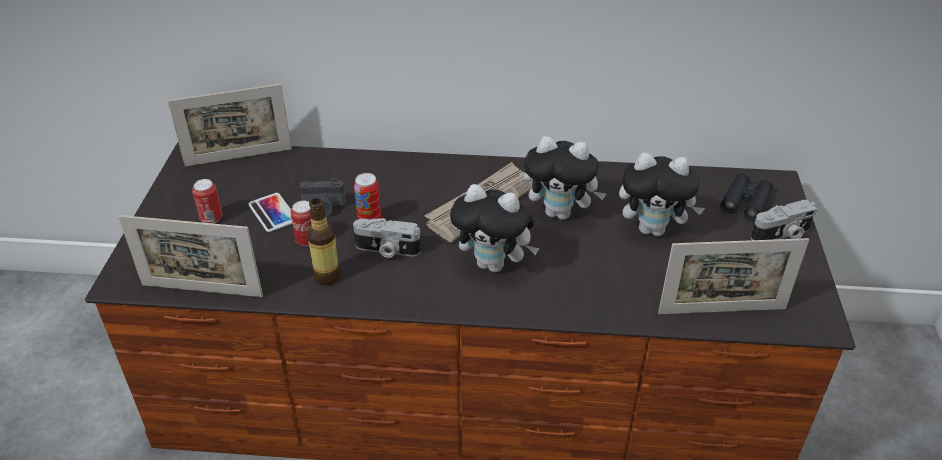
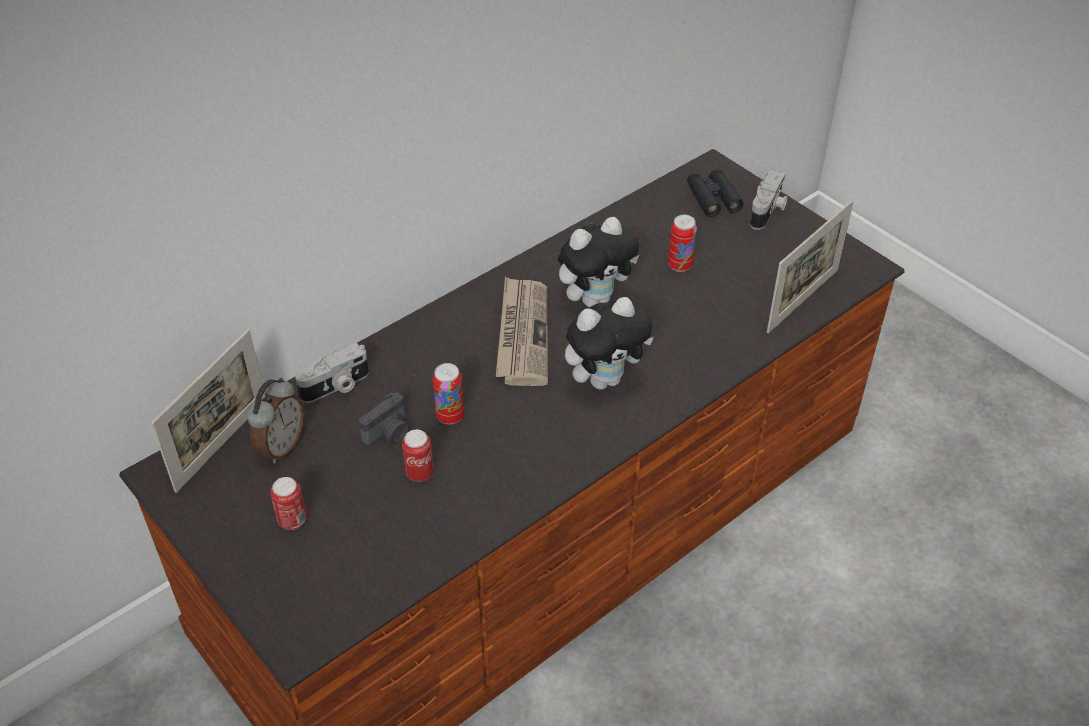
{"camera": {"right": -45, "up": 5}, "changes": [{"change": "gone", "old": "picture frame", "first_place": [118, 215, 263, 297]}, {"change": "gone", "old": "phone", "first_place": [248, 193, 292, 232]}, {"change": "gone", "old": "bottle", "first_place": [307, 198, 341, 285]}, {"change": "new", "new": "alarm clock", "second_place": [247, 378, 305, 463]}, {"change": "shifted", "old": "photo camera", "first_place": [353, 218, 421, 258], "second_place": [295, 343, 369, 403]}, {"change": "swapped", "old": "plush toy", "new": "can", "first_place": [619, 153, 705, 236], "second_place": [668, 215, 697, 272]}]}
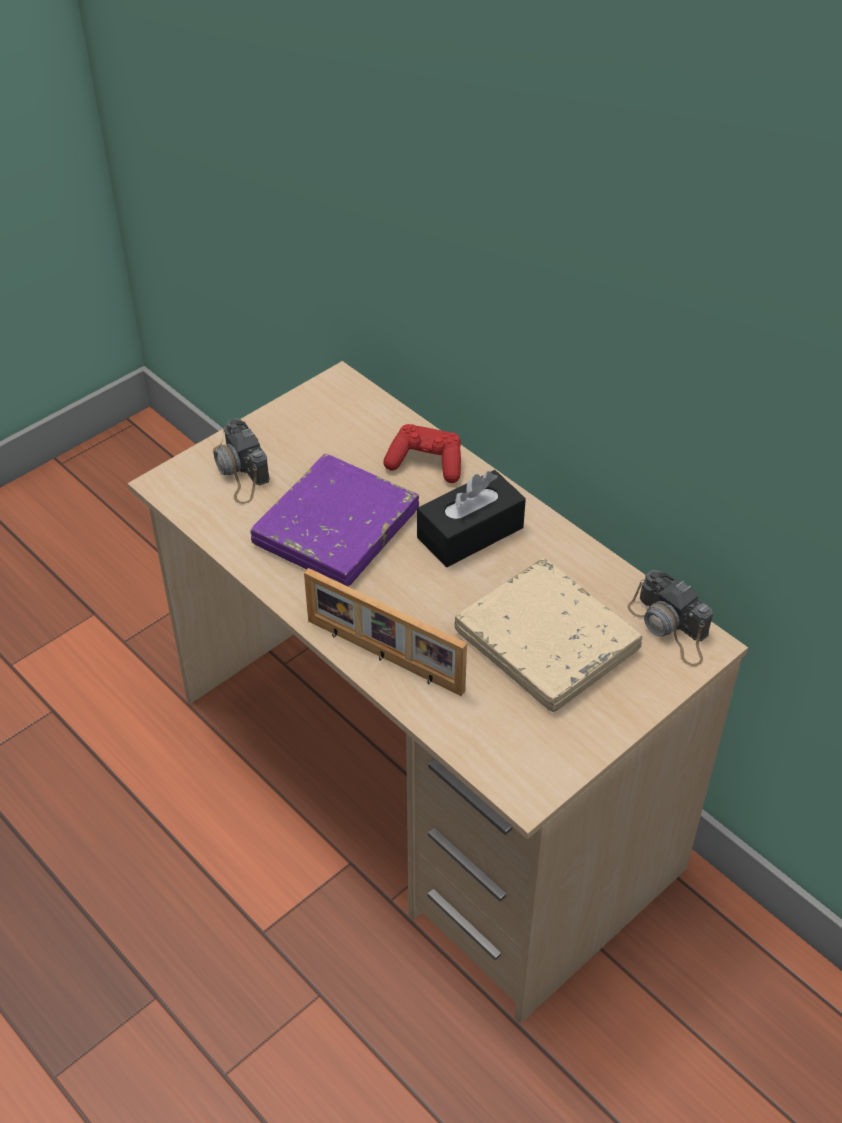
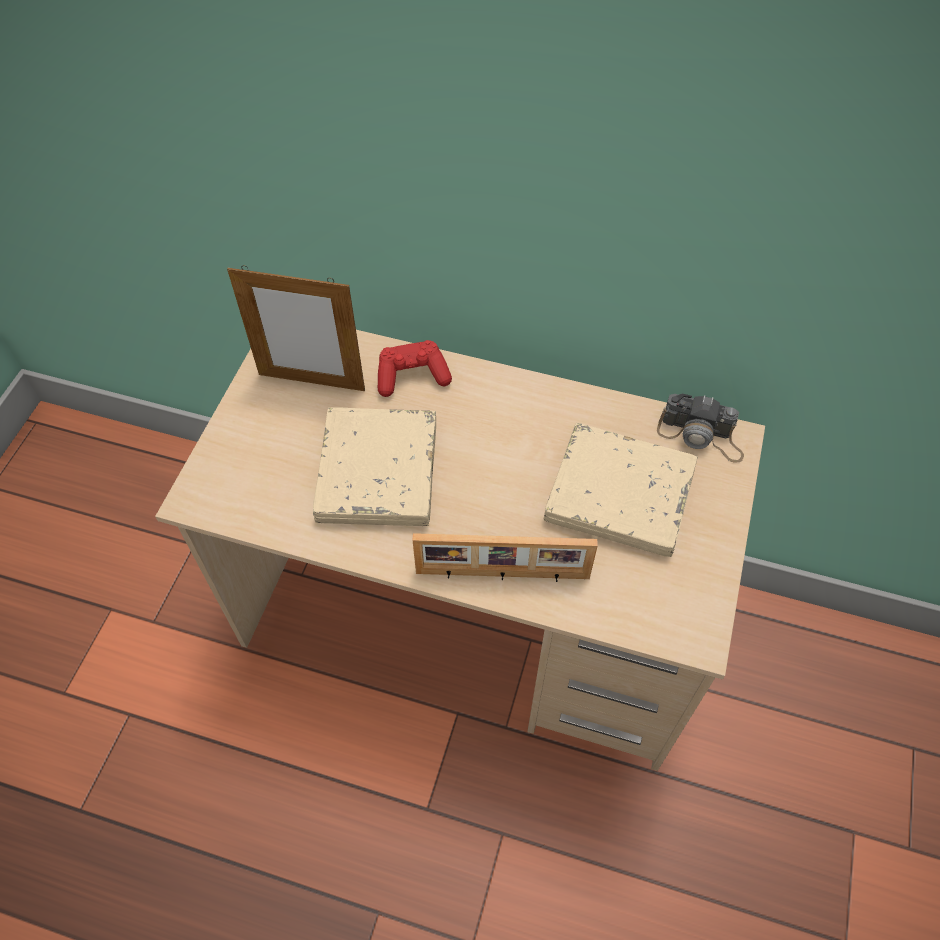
{"camera": {"right": -30, "up": 10}, "changes": [{"change": "gone", "old": "photo camera", "first_place": [213, 418, 270, 504]}, {"change": "gone", "old": "black tissue box", "first_place": [417, 470, 526, 567]}, {"change": "new", "new": "picture frame", "second_place": [227, 265, 365, 391]}, {"change": "repainted", "old": "purple book", "new": "beige book", "first_place": [250, 454, 419, 586], "second_place": [313, 407, 436, 526]}]}
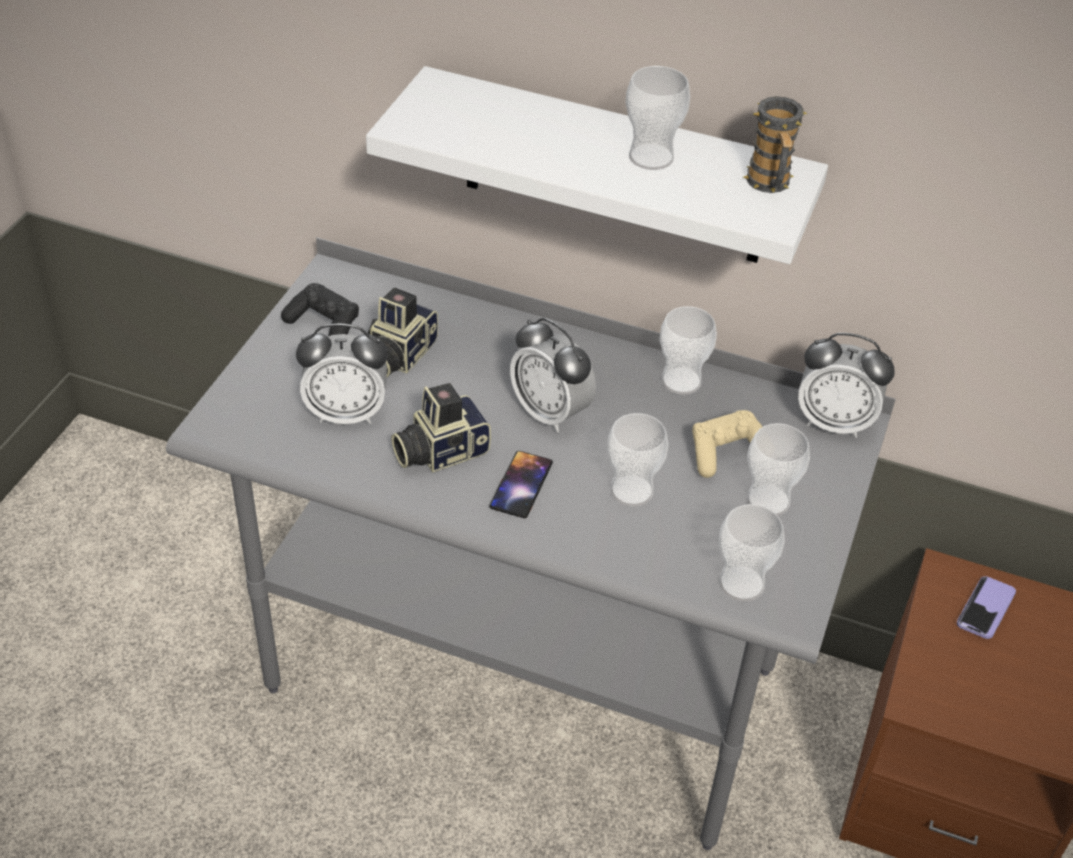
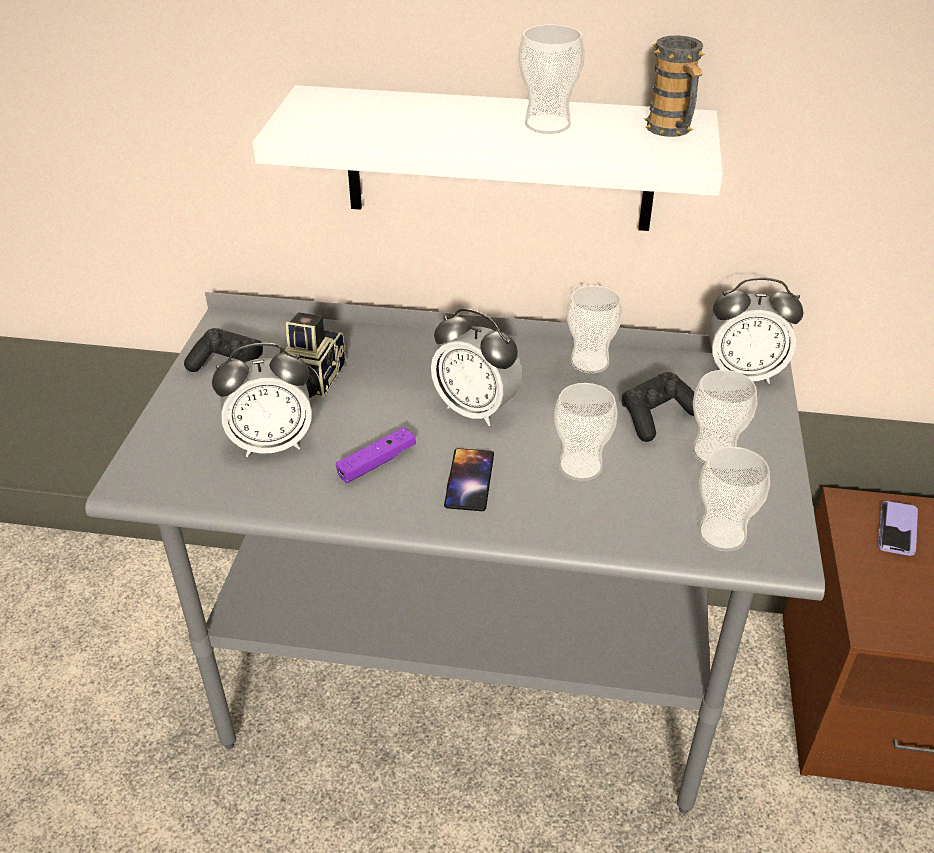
{"camera": {"right": -10, "up": -5}, "changes": [{"change": "swapped", "old": "photo camera", "new": "purple game controller", "first_place": [391, 383, 491, 472], "second_place": [336, 427, 416, 483]}, {"change": "repainted", "old": "beige game controller", "new": "black game controller", "first_place": [692, 410, 763, 478], "second_place": [622, 372, 694, 442]}]}
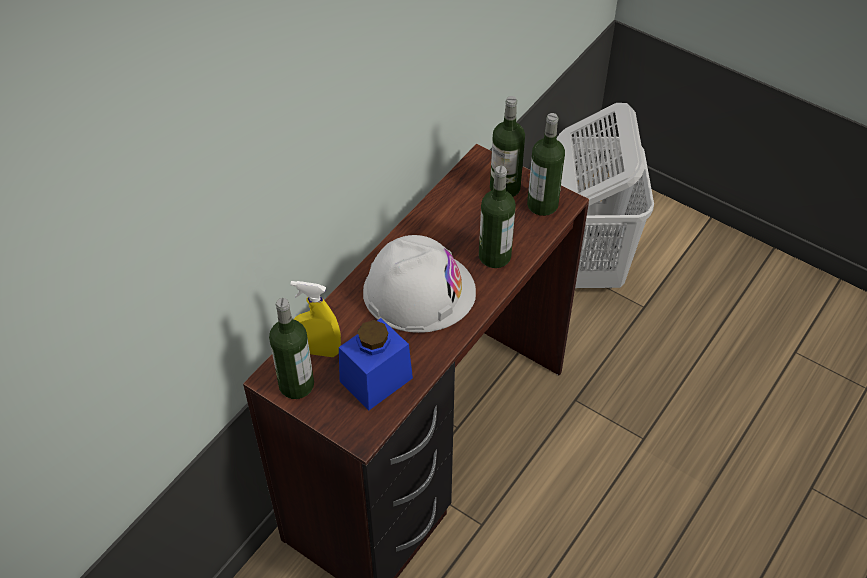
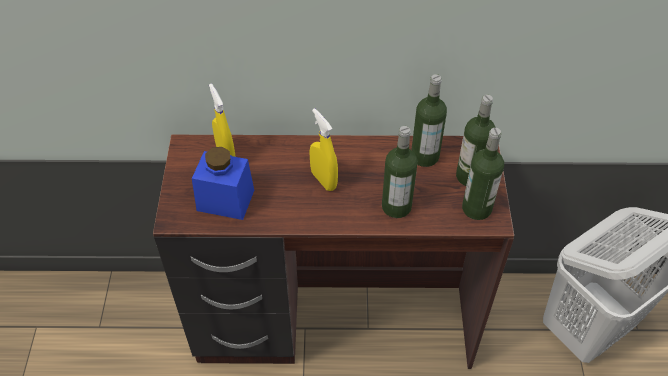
{"camera": {"right": 55, "up": 0}, "changes": [{"change": "shifted", "old": "bottle", "first_place": [269, 298, 314, 399], "second_place": [411, 74, 447, 167]}, {"change": "swapped", "old": "white hard hat", "new": "yellow spray bottle", "first_place": [363, 235, 476, 333], "second_place": [309, 108, 338, 191]}]}
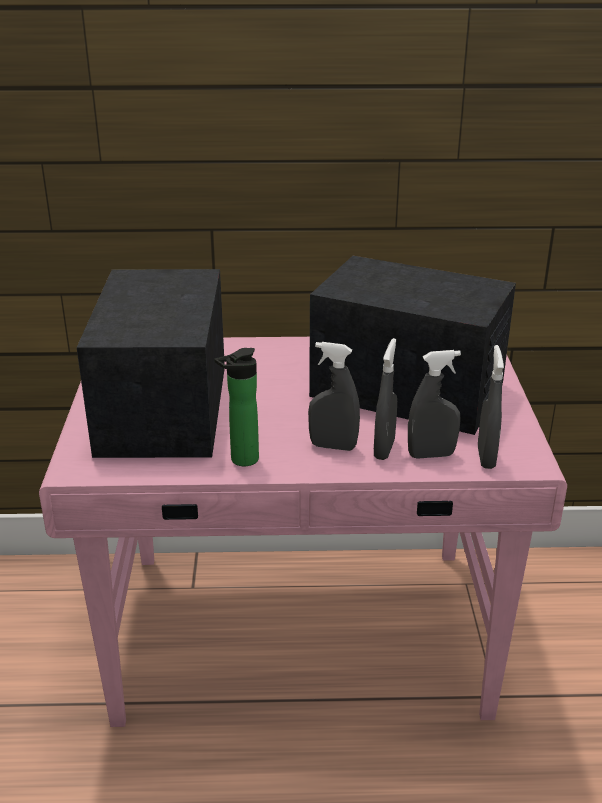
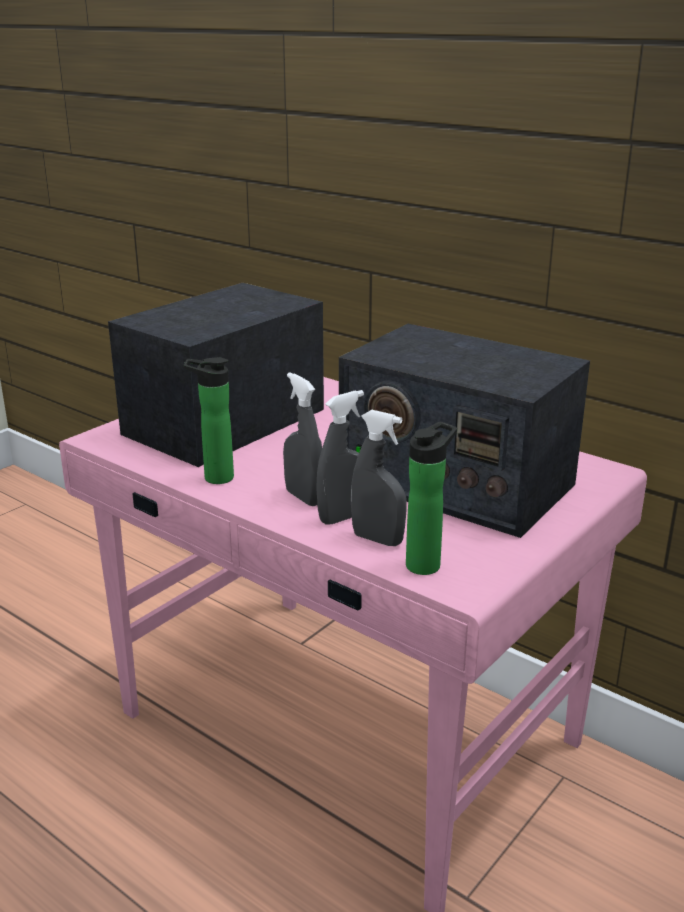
{"camera": {"right": 40, "up": -5}, "changes": [{"change": "swapped", "old": "grey spray bottle", "new": "bottle", "first_place": [478, 345, 504, 469], "second_place": [406, 422, 457, 575]}, {"change": "rotated", "old": "radio", "first_place": [309, 256, 516, 435], "second_place": [339, 324, 590, 538], "degrees": 150}]}
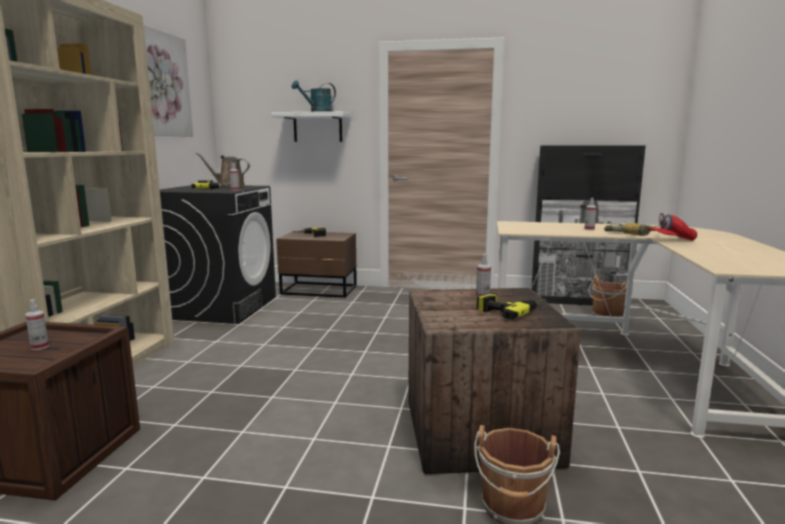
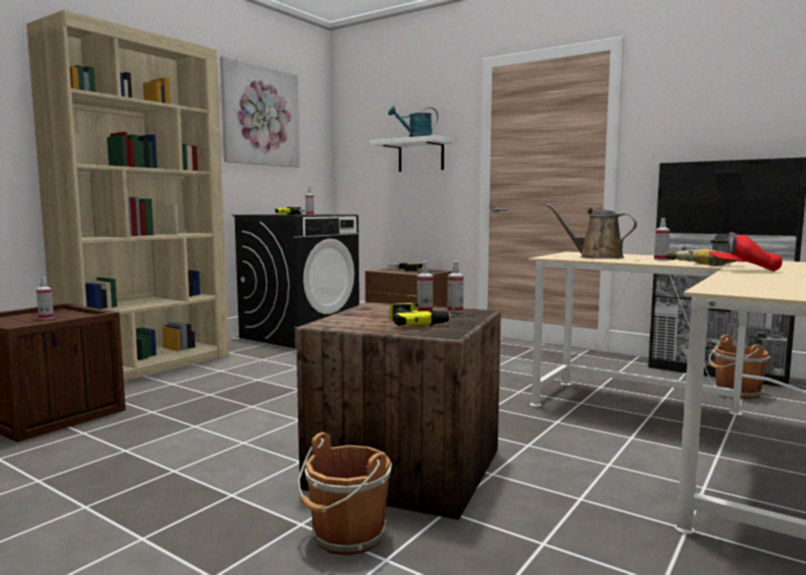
{"camera": {"right": 25, "up": -5}, "changes": [{"change": "new", "new": "spray bottle", "second_place": [447, 261, 464, 313]}, {"change": "shifted", "old": "brown watering can", "first_place": [196, 153, 250, 187], "second_place": [546, 204, 637, 259]}]}
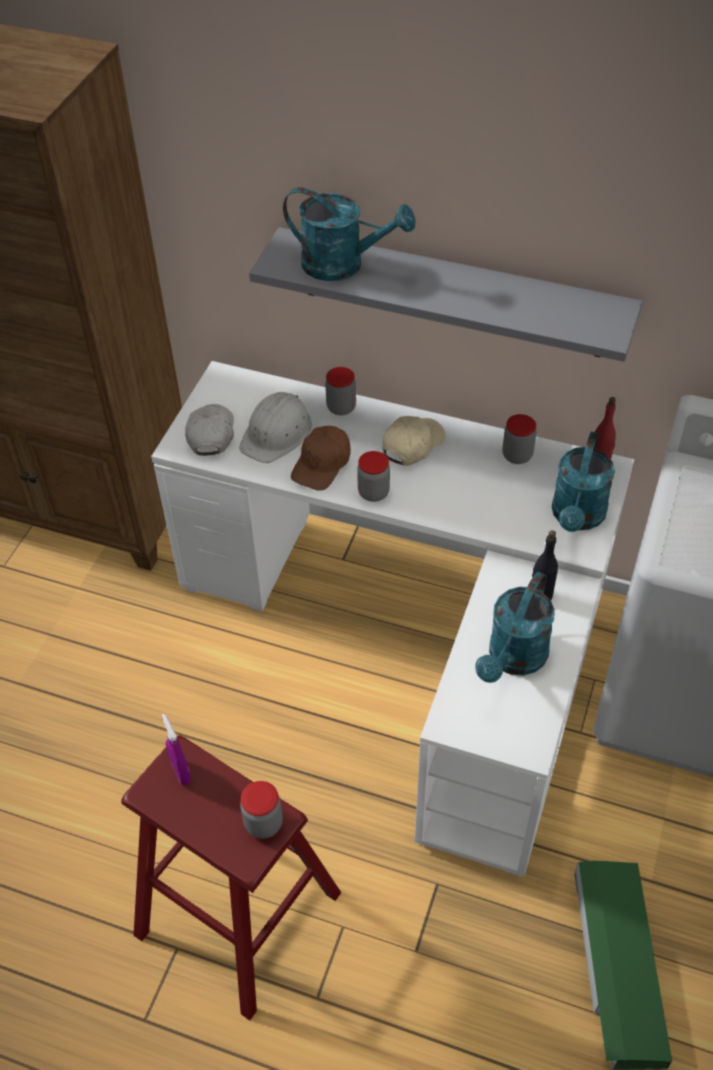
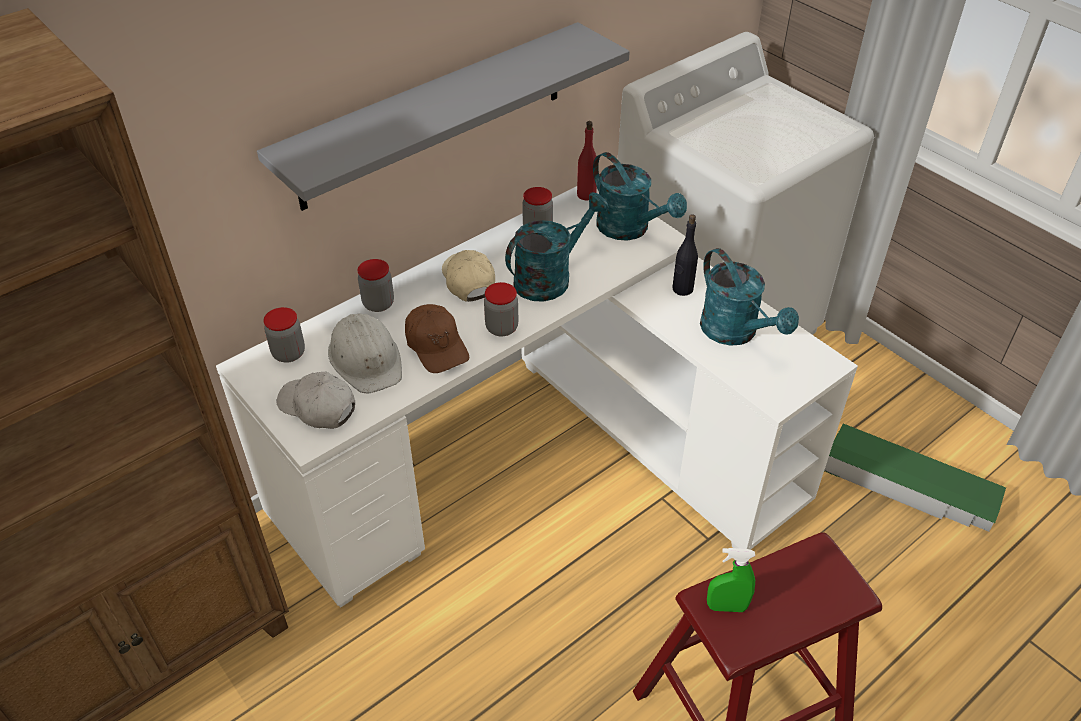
{"camera": {"right": -60, "up": -5}, "changes": [{"change": "shifted", "old": "jar", "first_place": [240, 781, 283, 839], "second_place": [263, 307, 305, 363]}, {"change": "shifted", "old": "turquoise watering can", "first_place": [283, 187, 416, 281], "second_place": [505, 192, 609, 302]}, {"change": "repainted", "old": "purple spray bottle", "new": "green spray bottle", "first_place": [162, 714, 191, 785], "second_place": [707, 548, 755, 612]}]}
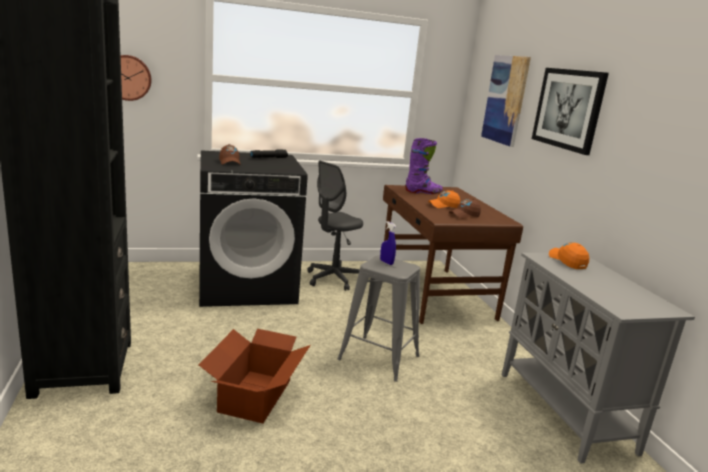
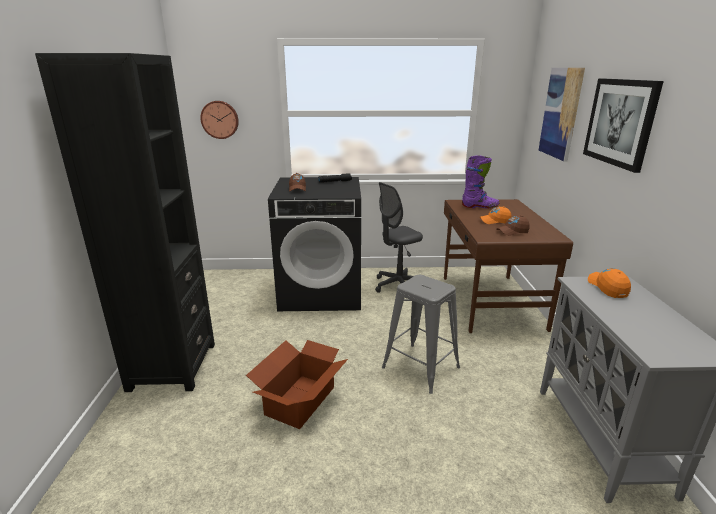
{"camera": {"right": 15, "up": 5}, "changes": [{"change": "gone", "old": "blue spray bottle", "first_place": [380, 221, 396, 265]}]}
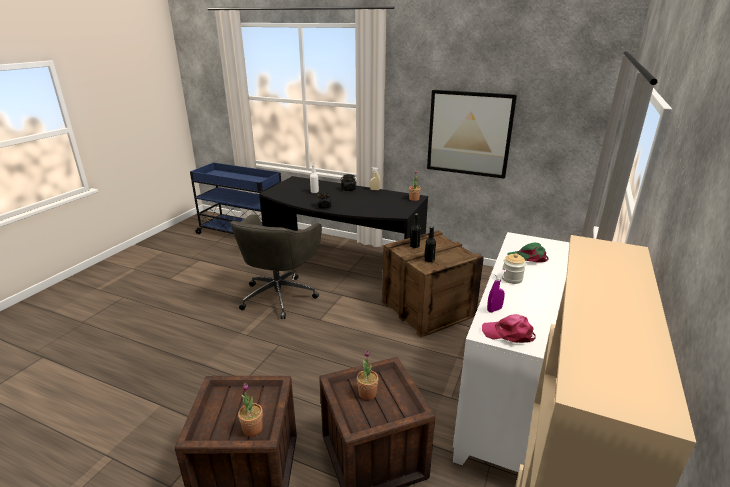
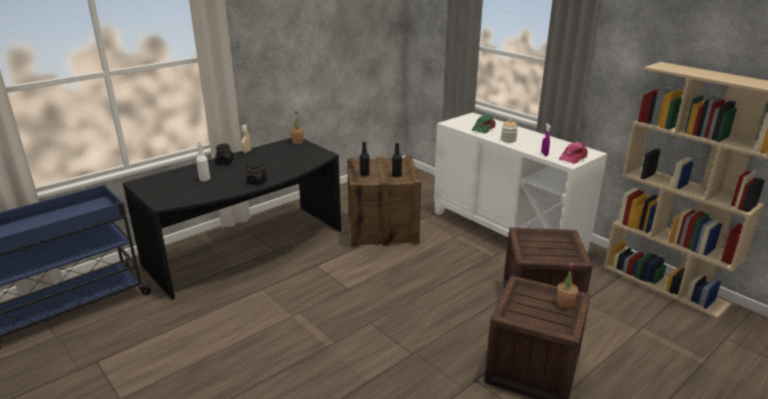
{"camera": {"right": -65, "up": 0}, "changes": [{"change": "gone", "old": "grey office chair", "first_place": [230, 214, 322, 319]}, {"change": "gone", "old": "potted plant", "first_place": [357, 350, 378, 400]}, {"change": "gone", "old": "picture", "first_place": [427, 90, 517, 179]}]}
